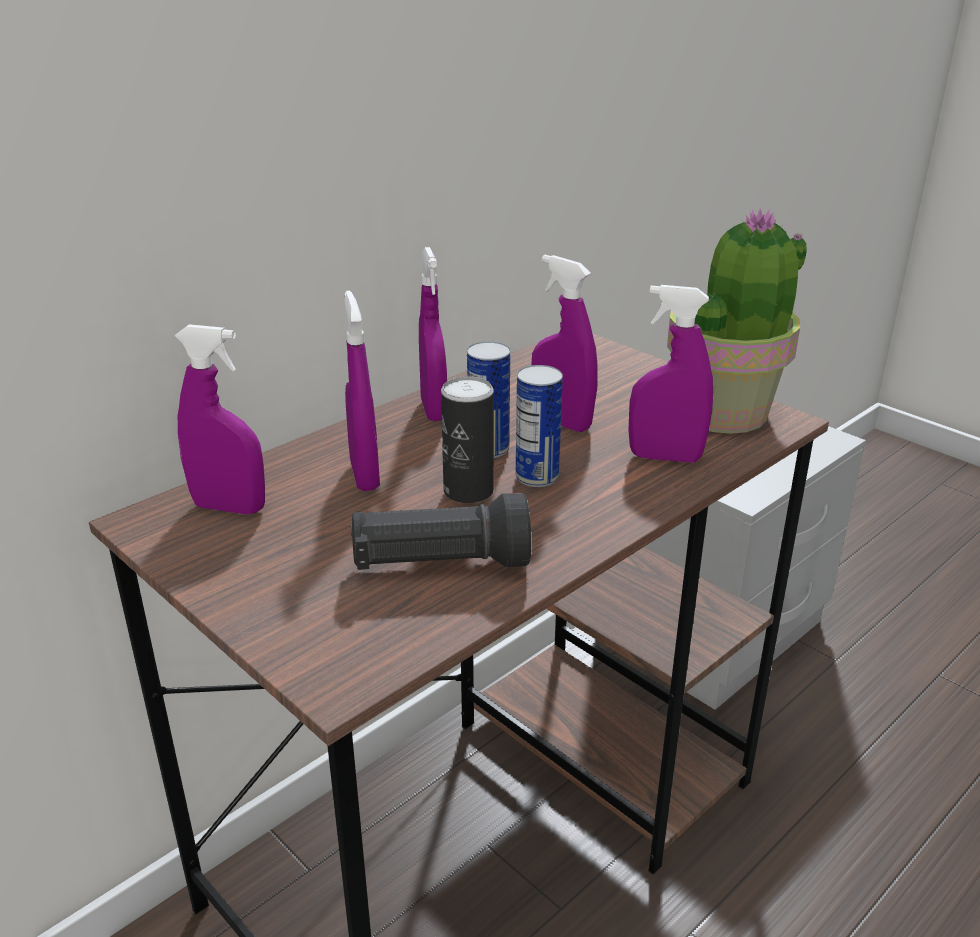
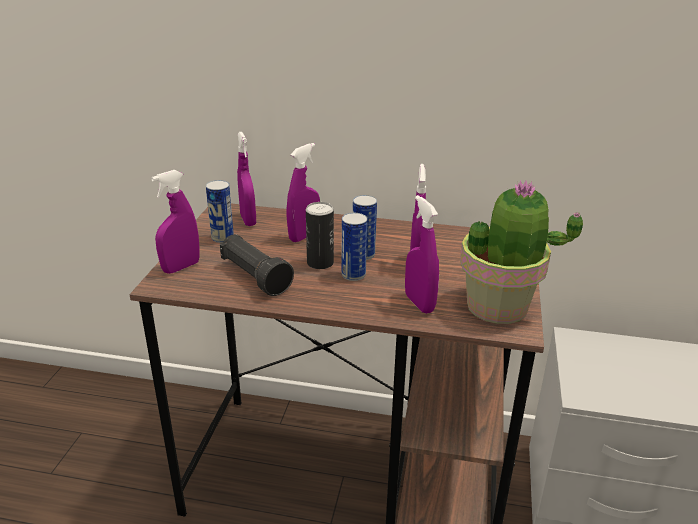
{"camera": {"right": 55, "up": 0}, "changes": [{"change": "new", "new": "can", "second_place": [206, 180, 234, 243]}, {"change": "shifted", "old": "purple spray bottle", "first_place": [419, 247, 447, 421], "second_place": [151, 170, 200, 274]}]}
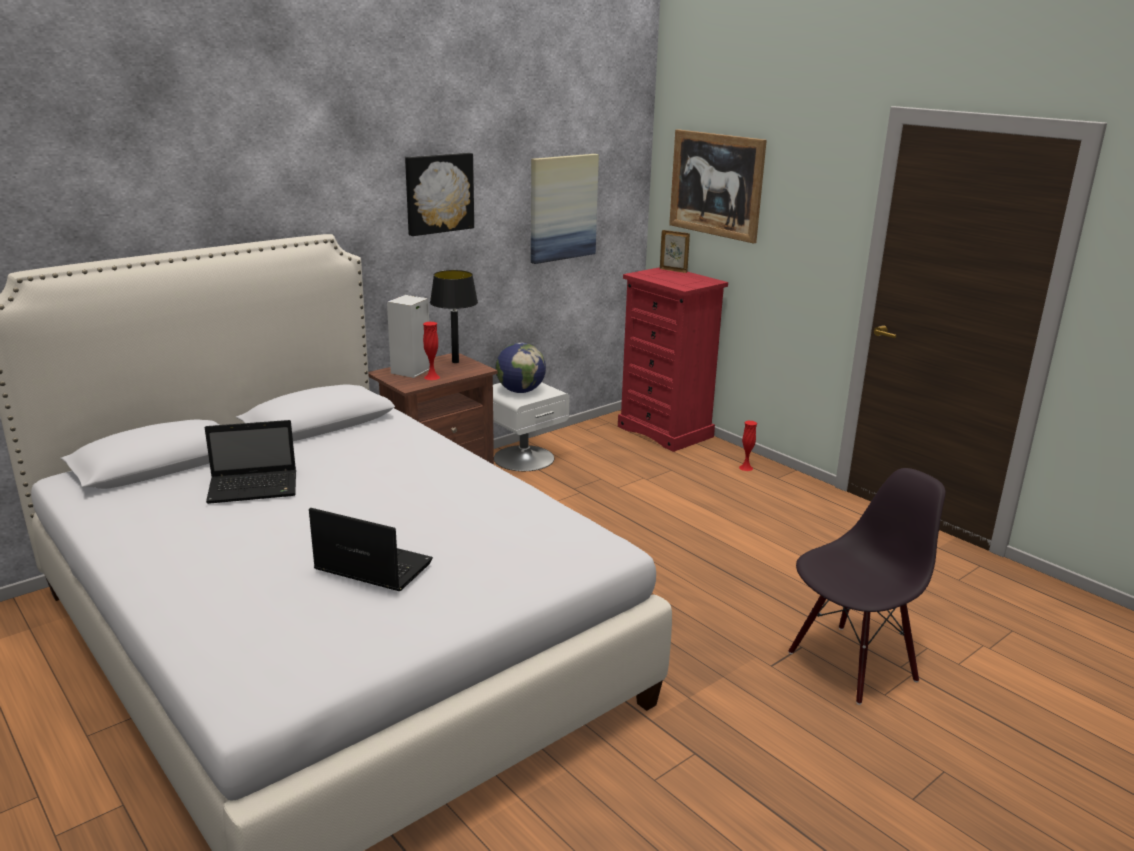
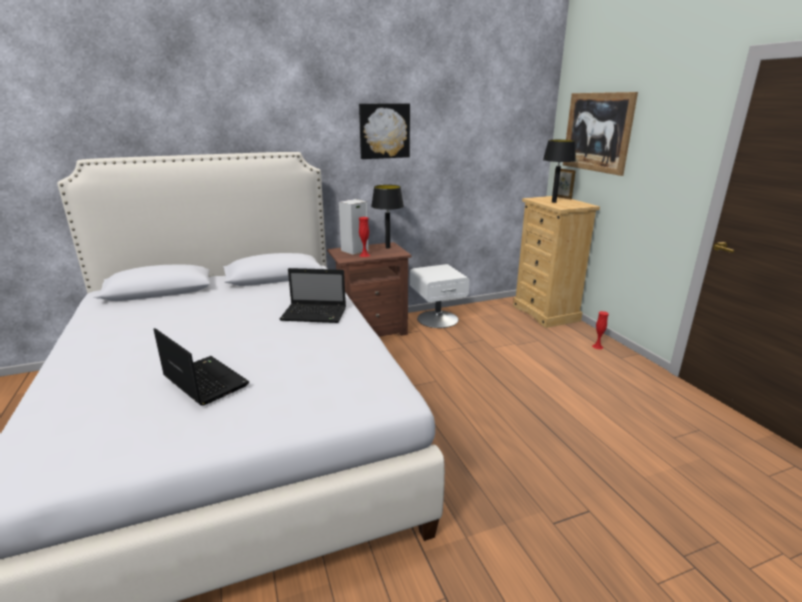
{"camera": {"right": 20, "up": 0}, "changes": [{"change": "gone", "old": "globe", "first_place": [496, 342, 546, 393]}, {"change": "gone", "old": "picture", "first_place": [531, 154, 599, 264]}, {"change": "gone", "old": "black chair", "first_place": [788, 468, 946, 705]}, {"change": "new", "new": "black table lamp", "second_place": [543, 140, 576, 203]}, {"change": "shifted", "old": "laptop", "first_place": [205, 420, 296, 504], "second_place": [279, 268, 346, 323]}, {"change": "repainted", "old": "red dresser", "new": "beige dresser", "first_place": [618, 267, 728, 452], "second_place": [513, 196, 600, 328]}]}
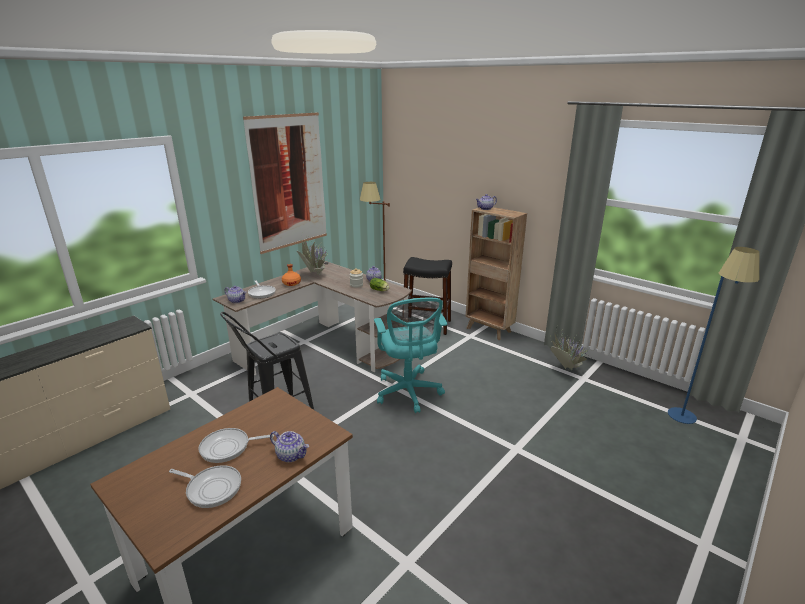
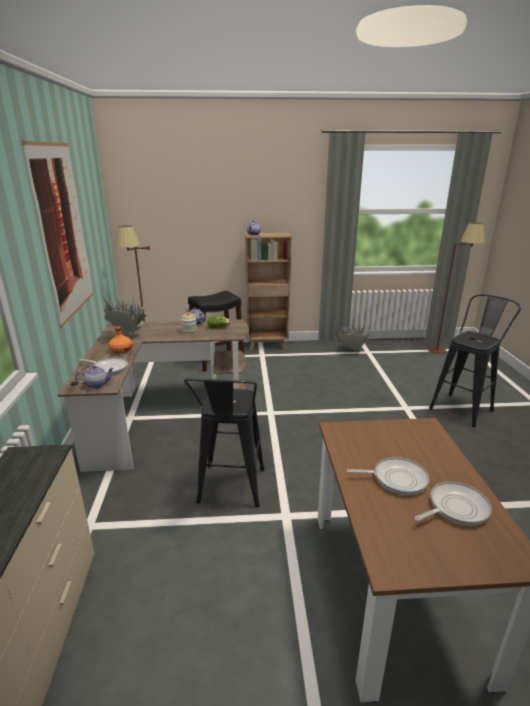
{"camera": {"right": -45, "up": 0}, "changes": [{"change": "gone", "old": "teapot", "first_place": [270, 431, 309, 462]}, {"change": "gone", "old": "turquoise office chair", "first_place": [374, 298, 447, 413]}, {"change": "new", "new": "black stool", "second_place": [429, 295, 521, 427]}, {"change": "repainted", "old": "blue floor lamp", "new": "brown floor lamp", "first_place": [668, 247, 760, 424], "second_place": [428, 222, 485, 354]}, {"change": "rotated", "old": "frying pan", "first_place": [198, 428, 274, 463], "second_place": [347, 457, 429, 495], "degrees": -120}]}
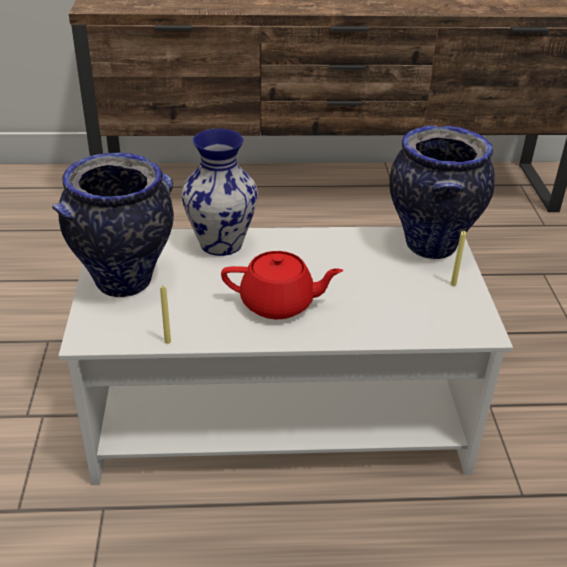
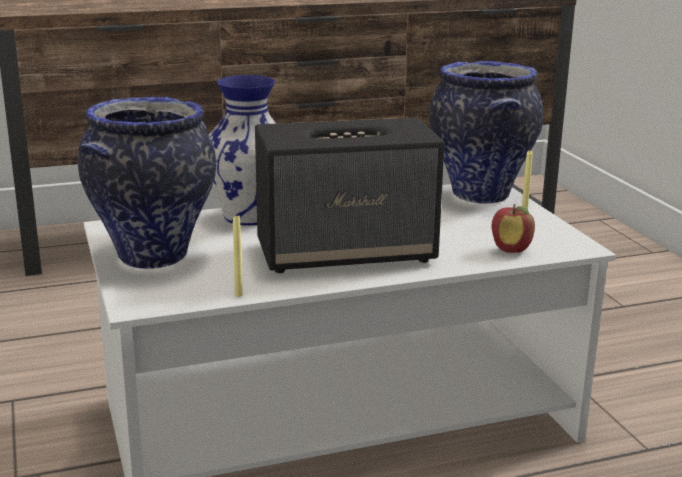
{"camera": {"right": -15, "up": -15}, "changes": [{"change": "new", "new": "apple", "second_place": [492, 204, 535, 253]}, {"change": "swapped", "old": "red teapot", "new": "speaker", "first_place": [221, 251, 343, 319], "second_place": [255, 117, 445, 273]}]}
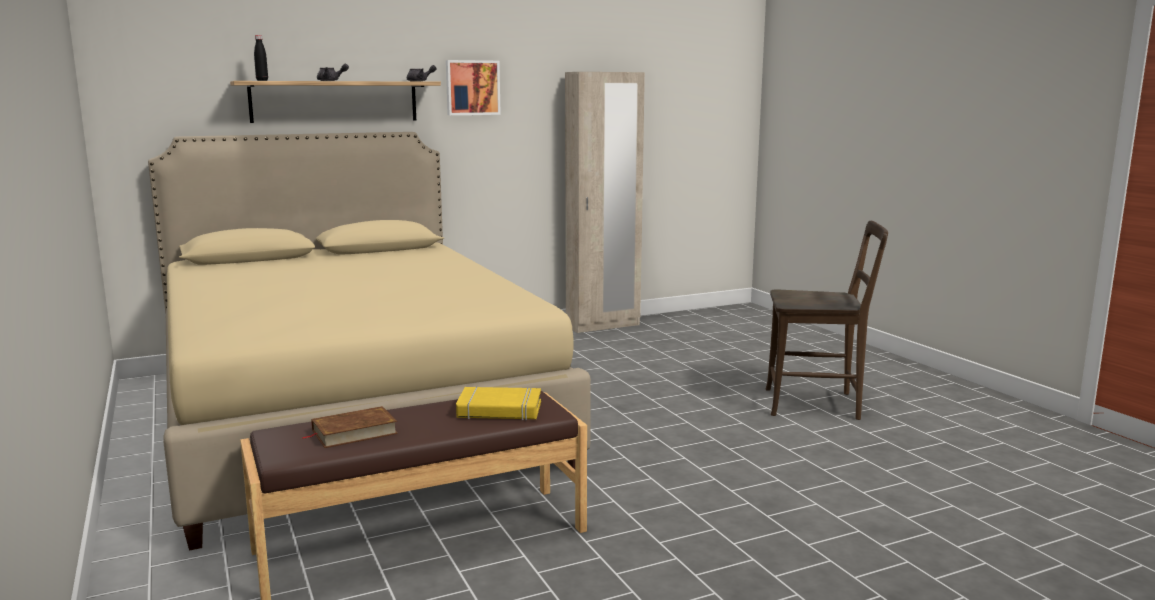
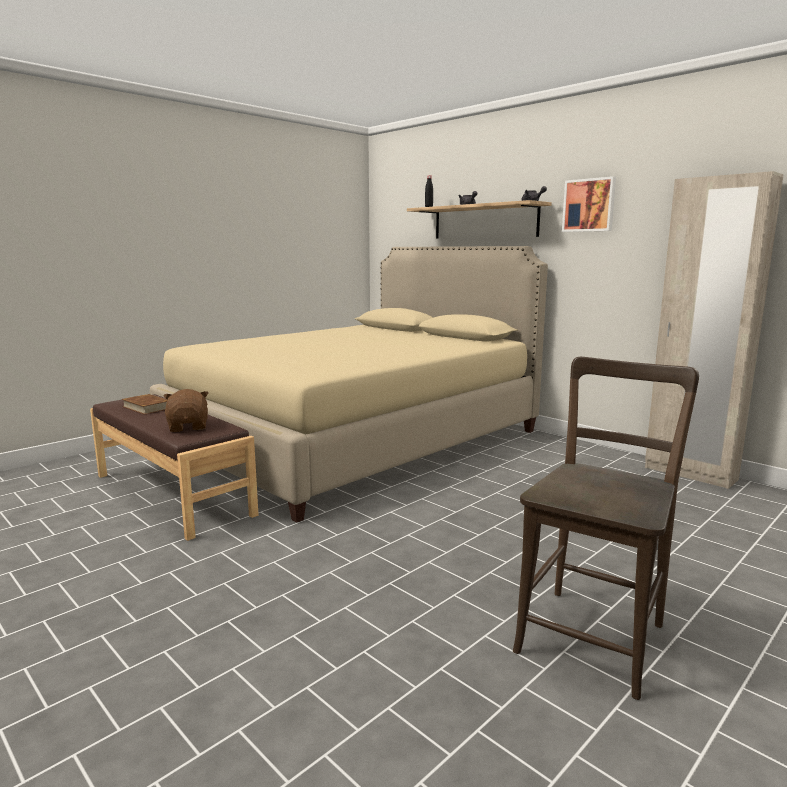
{"camera": {"right": 70, "up": 0}, "changes": [{"change": "swapped", "old": "yellow book", "new": "brown plush toy", "first_place": [456, 387, 541, 420], "second_place": [164, 389, 209, 432]}, {"change": "rotated", "old": "brown chair", "first_place": [766, 221, 888, 420], "second_place": [513, 357, 699, 700], "degrees": -135}]}
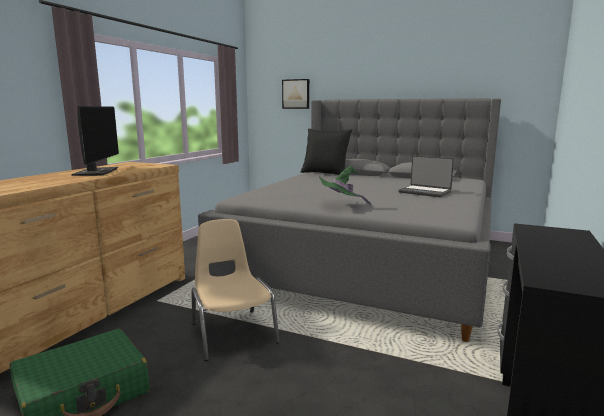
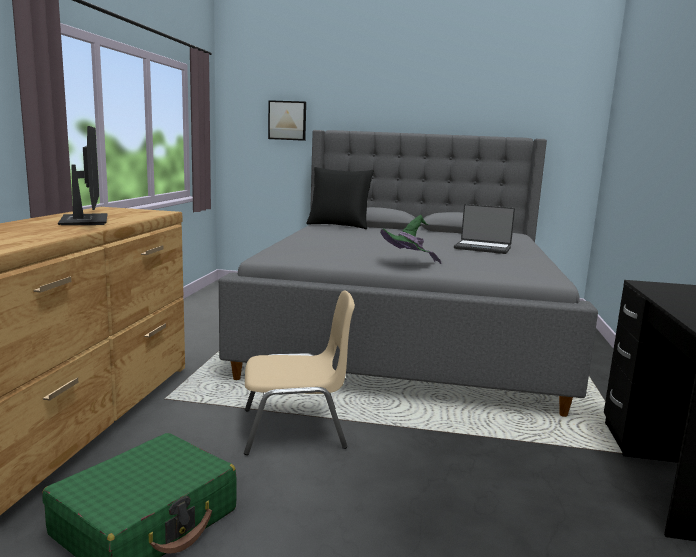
{"camera": {"right": -15, "up": 0}, "changes": [{"change": "rotated", "old": "beige chair", "first_place": [191, 219, 280, 361], "second_place": [244, 291, 355, 455], "degrees": 120}]}
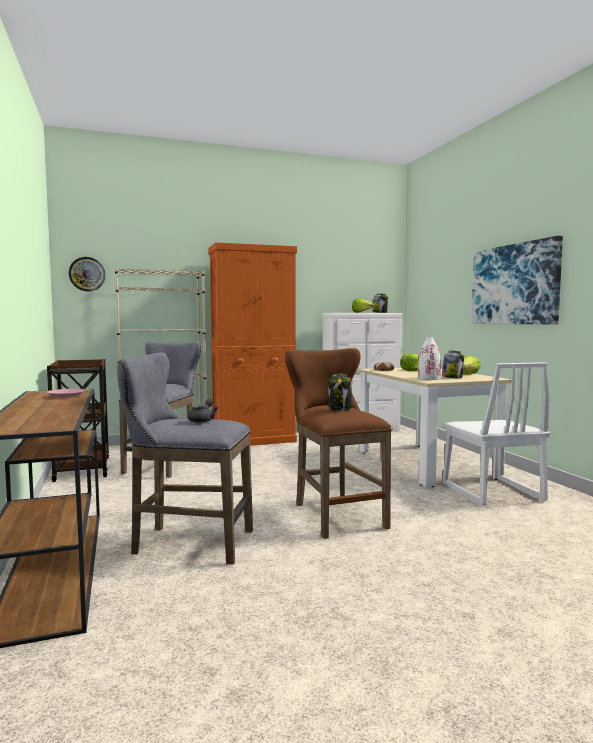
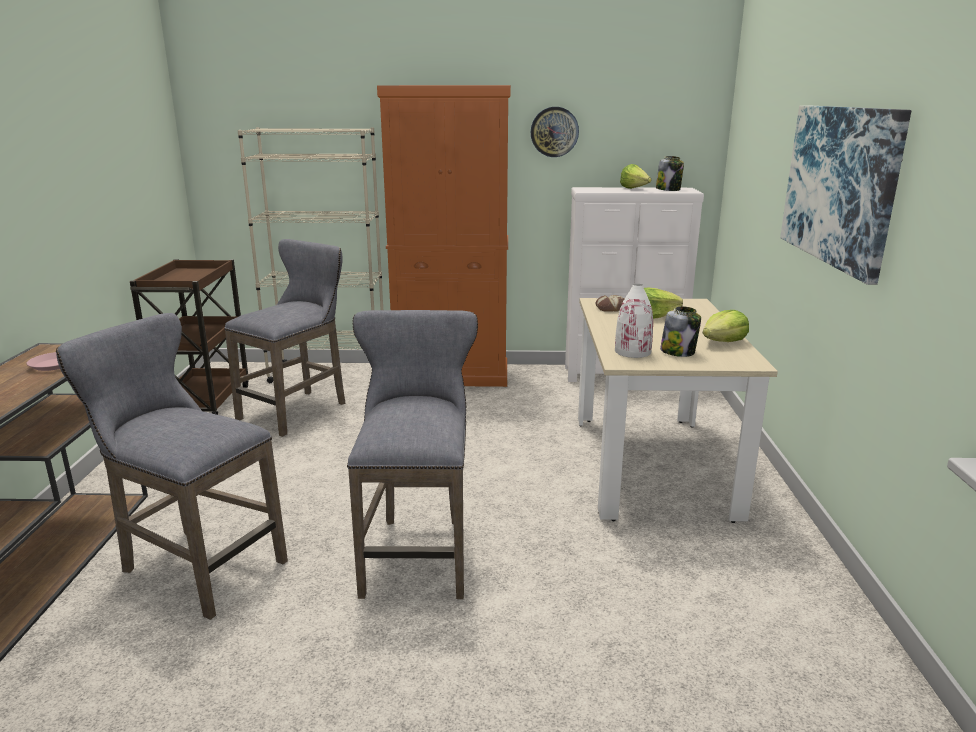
{"camera": {"right": 20, "up": 15}, "changes": [{"change": "gone", "old": "grey teapot", "first_place": [188, 398, 219, 423]}, {"change": "gone", "old": "jar", "first_place": [328, 374, 352, 411]}, {"change": "gone", "old": "white chair", "first_place": [442, 362, 550, 506]}, {"change": "shifted", "old": "wall clock", "first_place": [69, 257, 105, 292], "second_place": [531, 107, 579, 157]}, {"change": "repainted", "old": "brown stool", "new": "grey stool", "first_place": [285, 348, 392, 539], "second_place": [347, 310, 478, 599]}]}
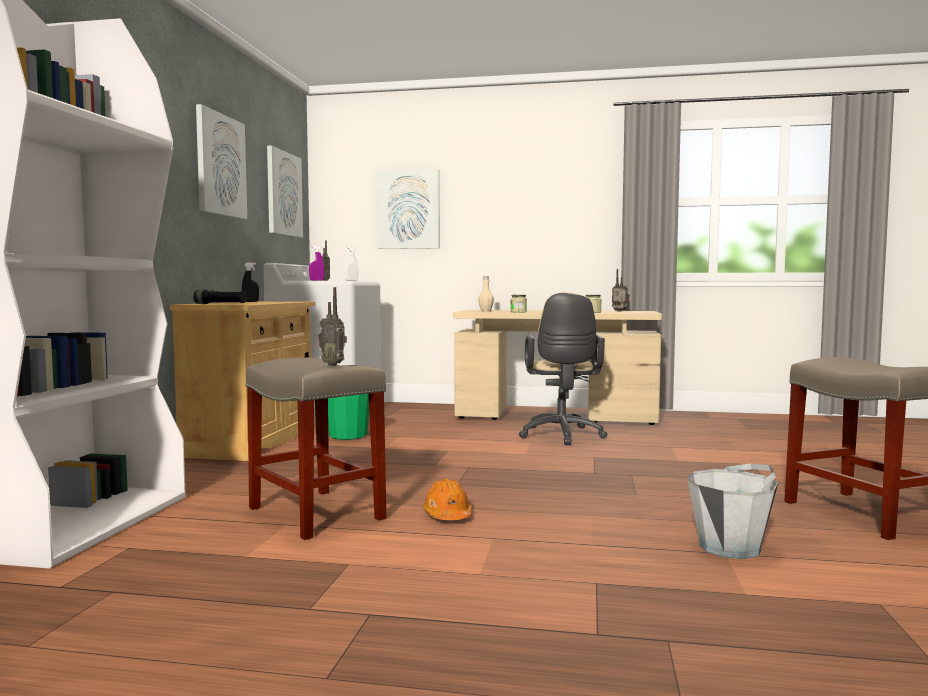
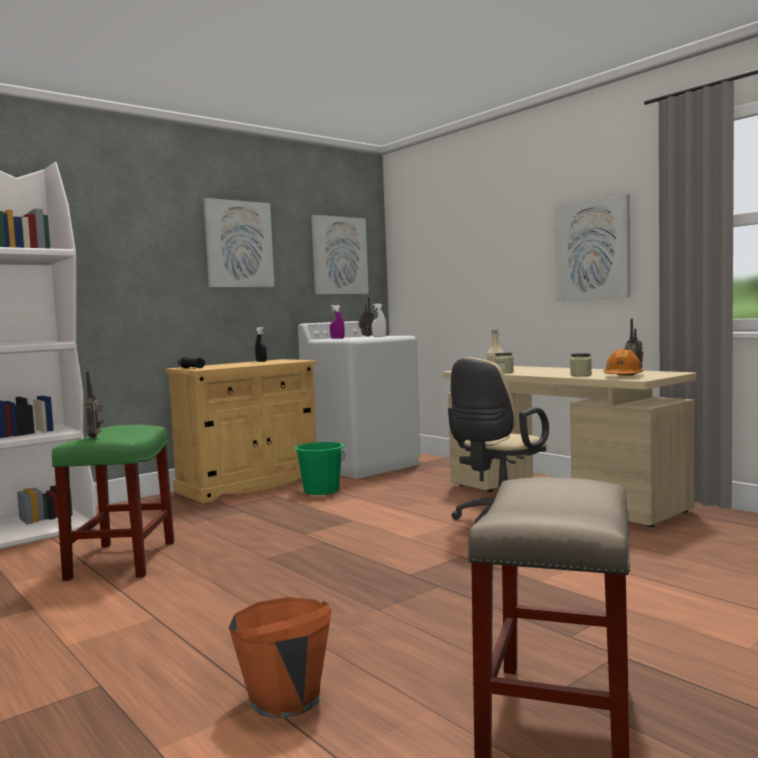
{"camera": {"right": 40, "up": 0}, "changes": [{"change": "shifted", "old": "picture", "first_place": [376, 169, 440, 249], "second_place": [555, 194, 630, 301]}, {"change": "shifted", "old": "orange hard hat", "first_place": [423, 478, 472, 520], "second_place": [603, 348, 643, 376]}, {"change": "repainted", "old": "beige stool", "new": "green stool", "first_place": [245, 357, 386, 540], "second_place": [52, 425, 174, 581]}, {"change": "repainted", "old": "grey bucket", "new": "orange bucket", "first_place": [687, 463, 778, 559], "second_place": [229, 597, 332, 719]}]}
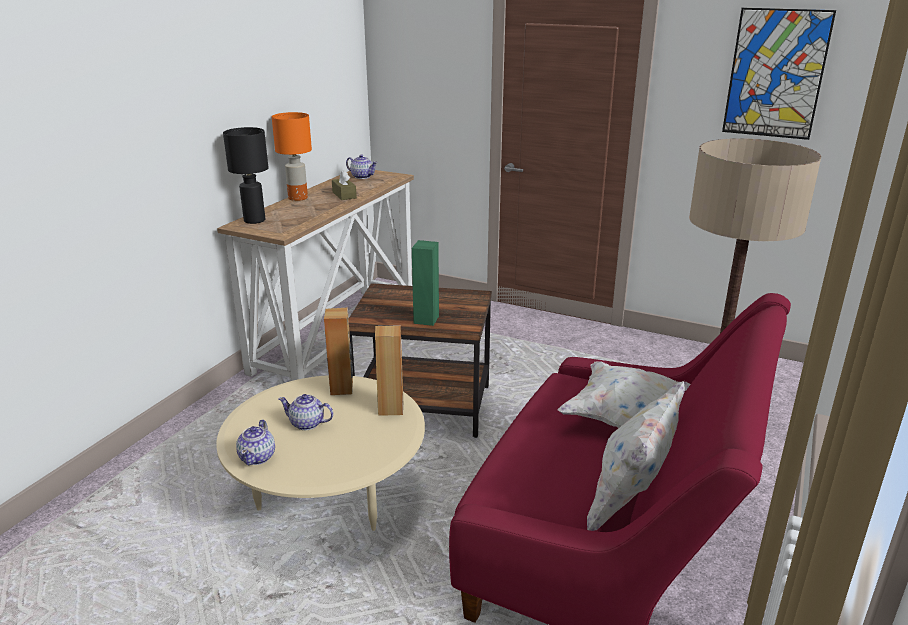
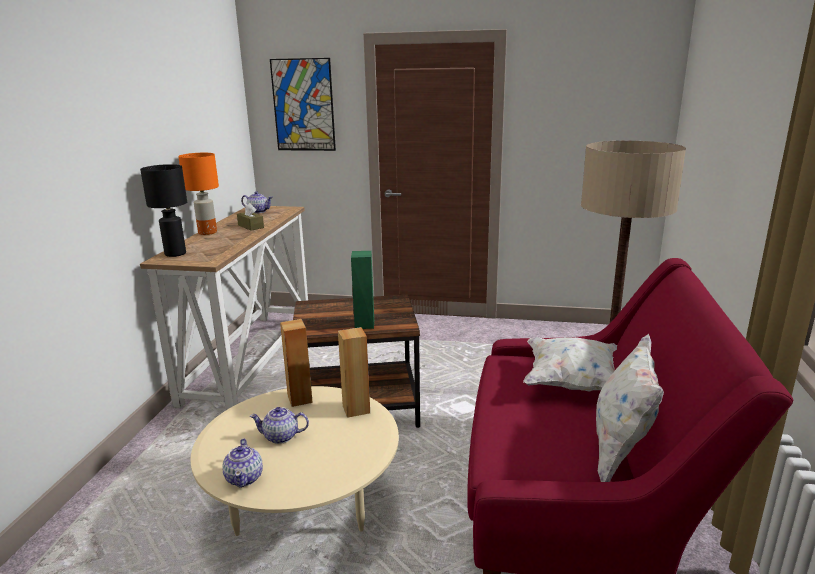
{"camera": {"right": -15, "up": -5}, "changes": [{"change": "shifted", "old": "picture", "first_place": [722, 8, 836, 140], "second_place": [270, 58, 336, 151]}]}
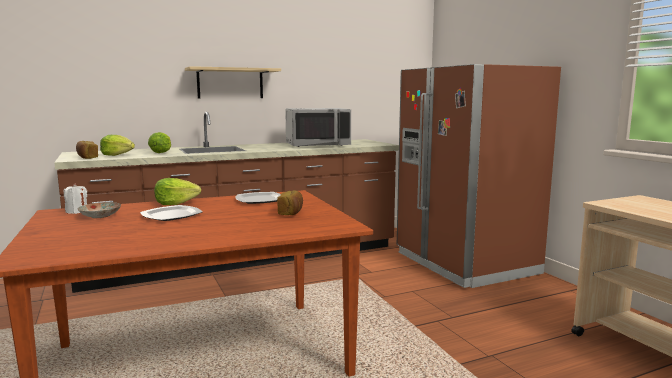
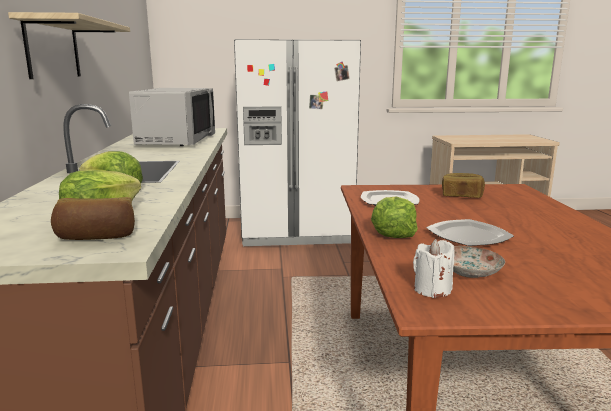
{"camera": {"right": -70, "up": 5}, "changes": [{"change": "repainted", "old": "brown fridge", "new": "white fridge", "first_place": [397, 64, 561, 288], "second_place": [234, 39, 361, 246]}]}
